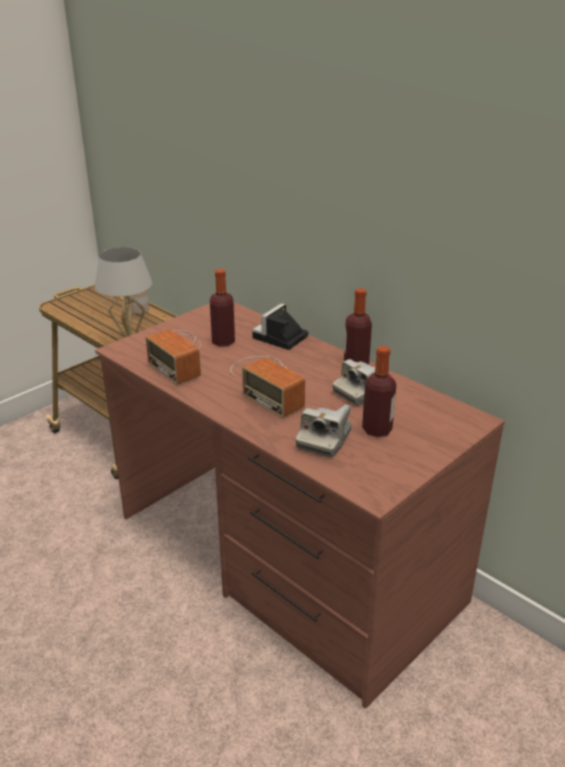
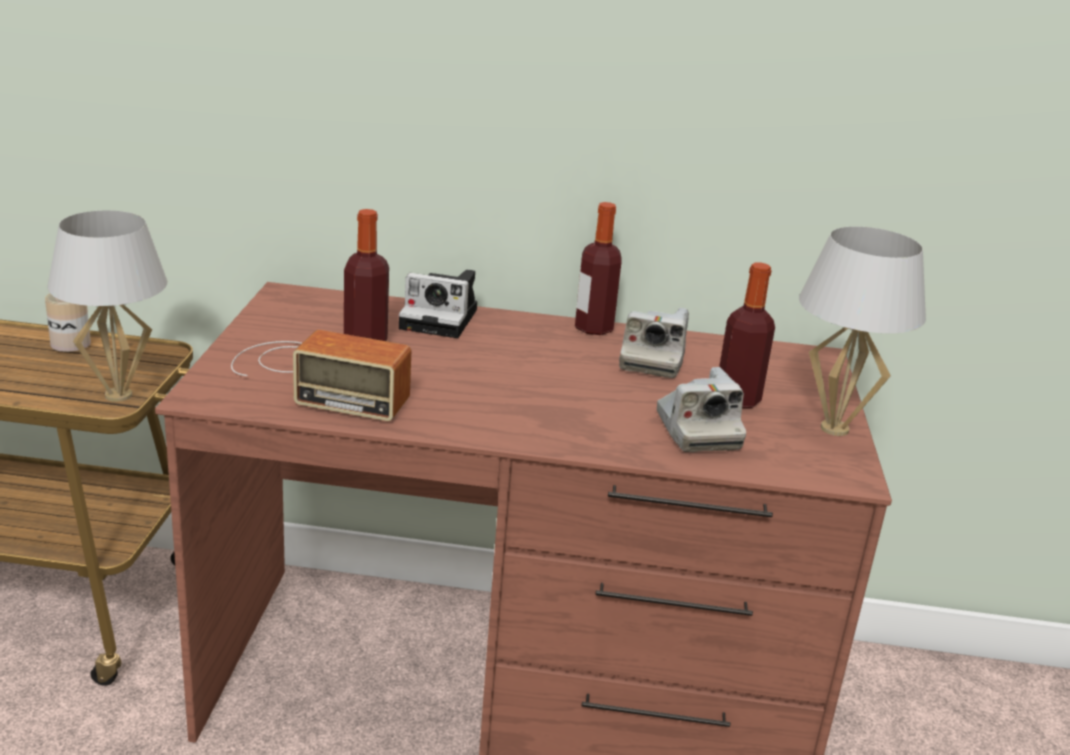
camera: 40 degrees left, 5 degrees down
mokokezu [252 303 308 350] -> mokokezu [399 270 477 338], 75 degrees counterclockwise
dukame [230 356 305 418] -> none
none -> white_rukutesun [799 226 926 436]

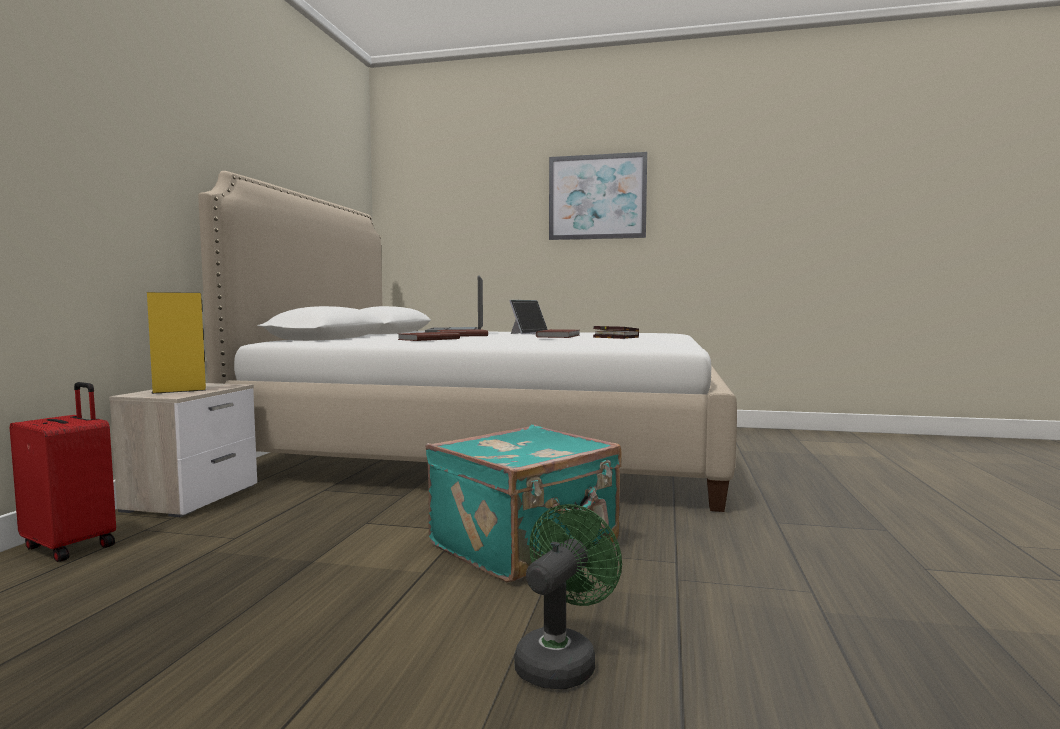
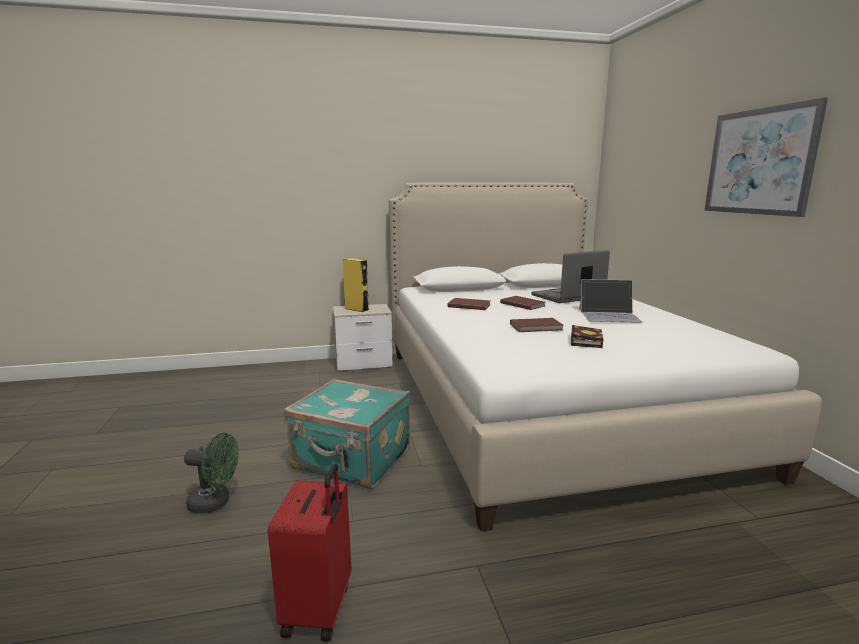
camera: 65 degrees right, 10 degrees up
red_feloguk [10 382 116 562] -> red_feloguk [268 463 351 642], move

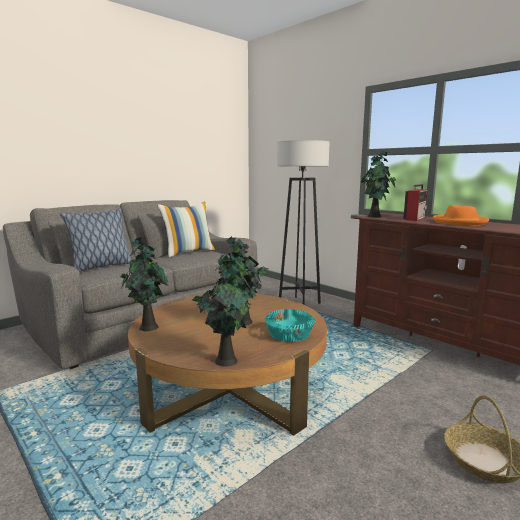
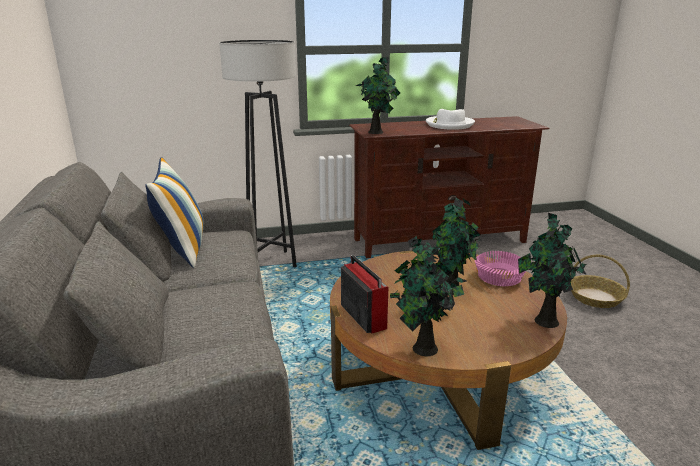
camera: 60 degrees left, 10 degrees up
dukame [403 184 428 221] -> dukame [341 255 388 334], move
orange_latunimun [433 205 489 226] -> white_latunimun [426 109 475 130]
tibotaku [60 208 132 271] -> none
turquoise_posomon [265 309 315 342] -> pink_posomon [475 251 526 286]

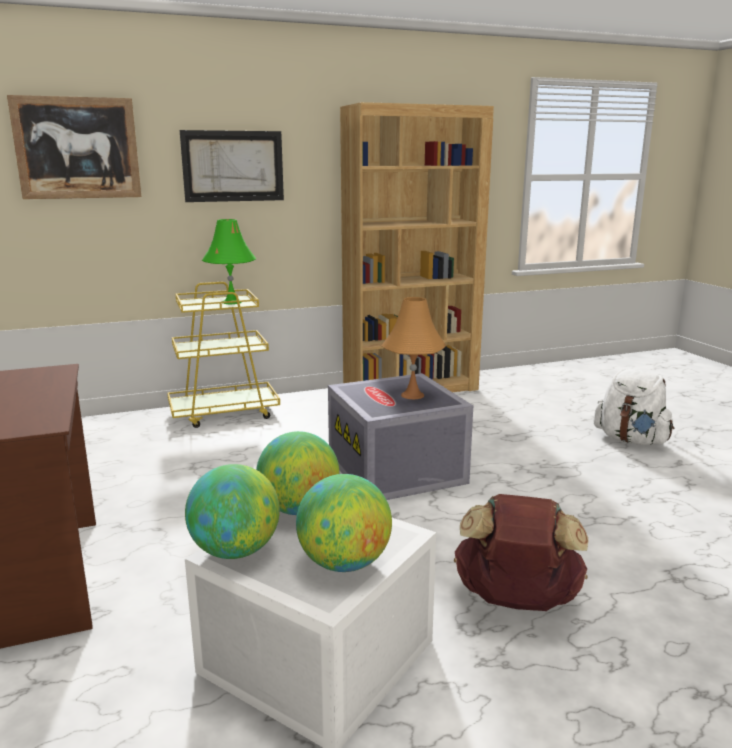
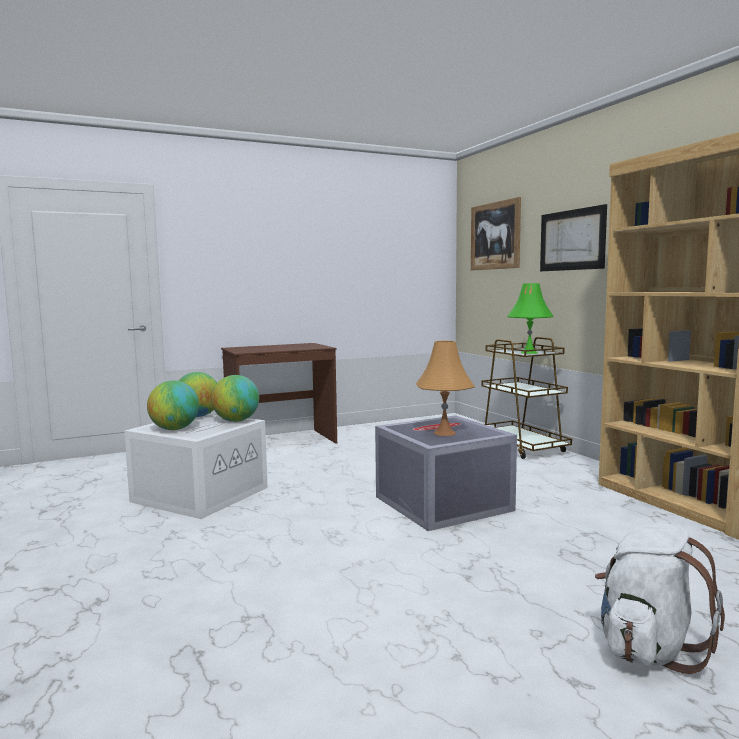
camera: 85 degrees right, 10 degrees down
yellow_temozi [167 282 280 428] -> brown_temozi [481 337 572 459]
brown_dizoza [454 494 588 611] -> none

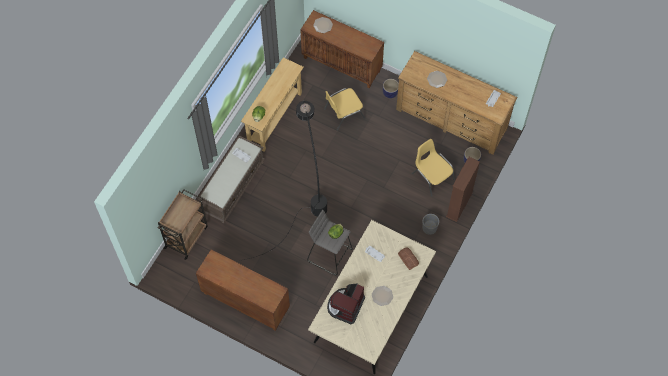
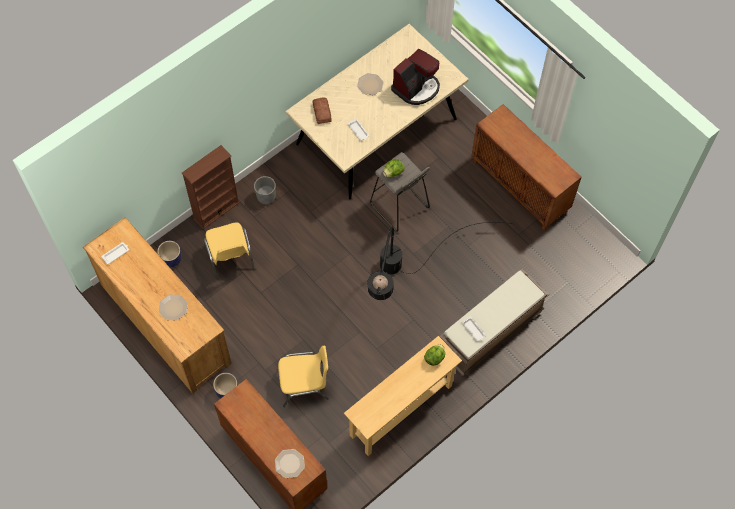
camera: 160 degrees left, 0 degrees up
brown_temozi [157 189 208 260] -> none

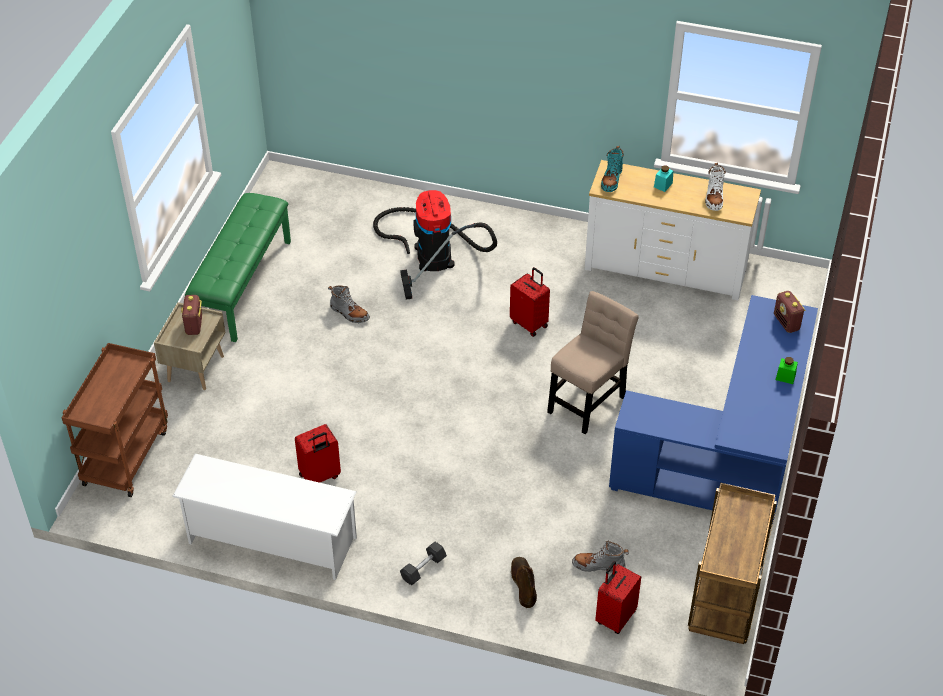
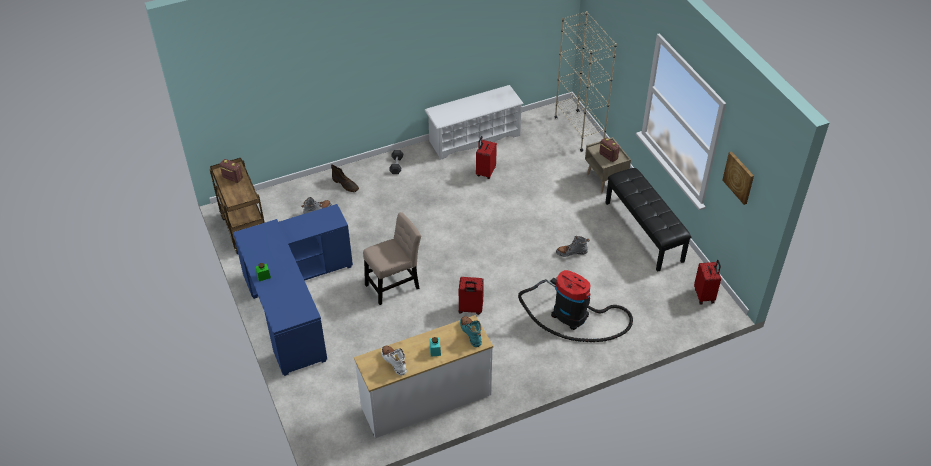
camera: 140 degrees right, 0 degrees up
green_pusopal [185 193 291 342] -> black_pusopal [605 168 691 272]
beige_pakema [547 291 639 434] -> beige_pakema [363 212 421 305], 120 degrees counterclockwise
dukame [774 291 806 333] -> dukame [220 159 243 183], move
brown_temozi [62 343 168 497] -> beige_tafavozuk [554 11 617 152]
red_feloguk [595 561 641 634] -> red_feloguk [694 260 721 305], move
none -> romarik [722 151 754 205]

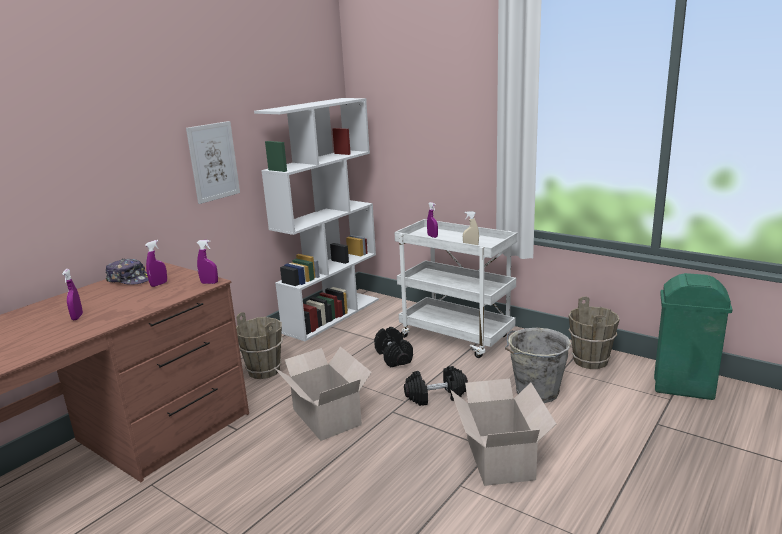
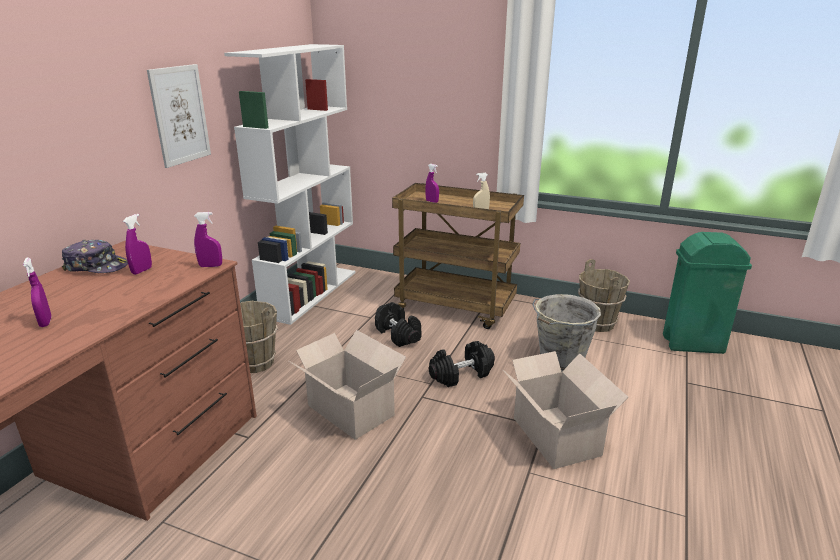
camera: 15 degrees left, 5 degrees up
white_temozi [394 219 517 358] -> brown_temozi [392 183 524 329]

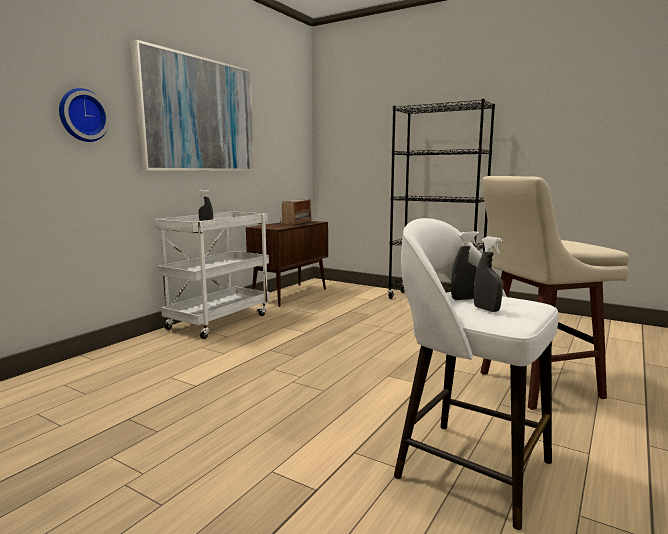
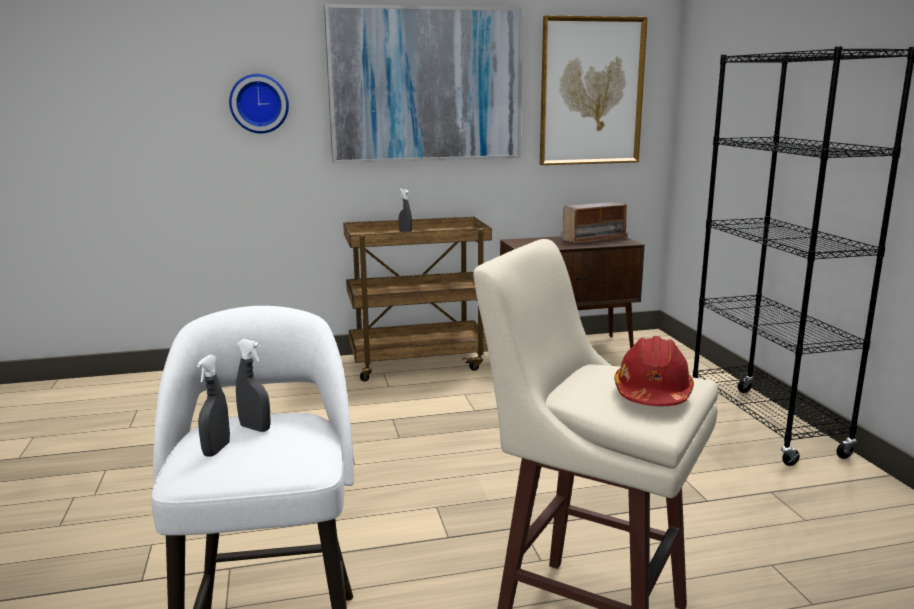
camera: 45 degrees right, 5 degrees up
white_temozi [154 211 270 339] -> brown_temozi [343 217 492 381]
none -> romarik [540 15 648 165]
none -> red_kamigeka [614 336 694 406]

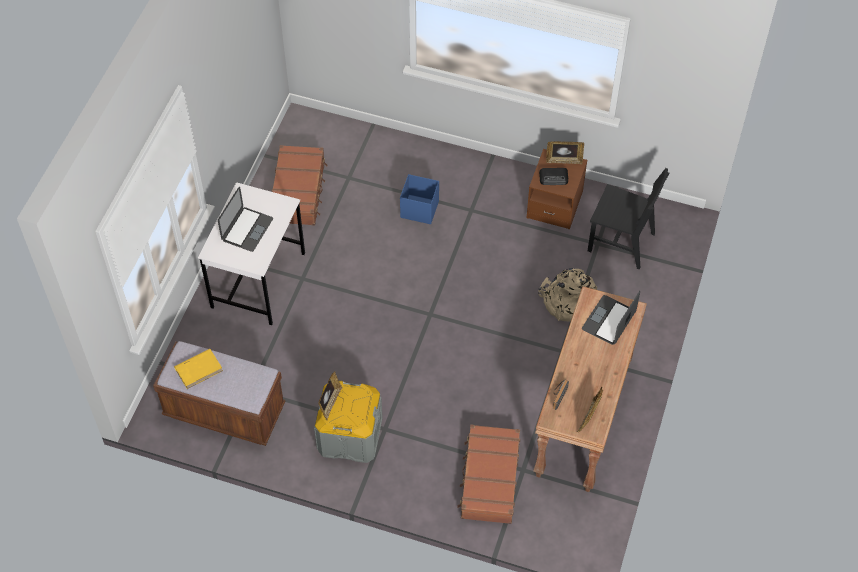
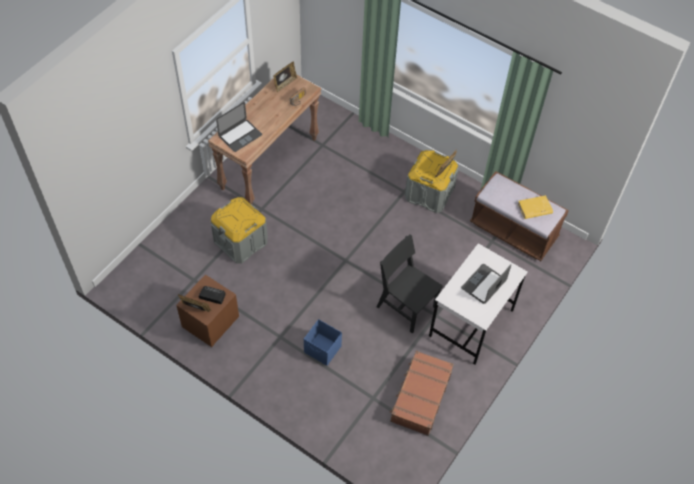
camera: 165 degrees left, 0 degrees up
black_pakema [588 168 669 270] -> black_pakema [377 235 443 333], move
beige_dizoza [538 268 597 321] -> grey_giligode [211 197 268 264]
brown_feloguk [457 425 520 524] -> none

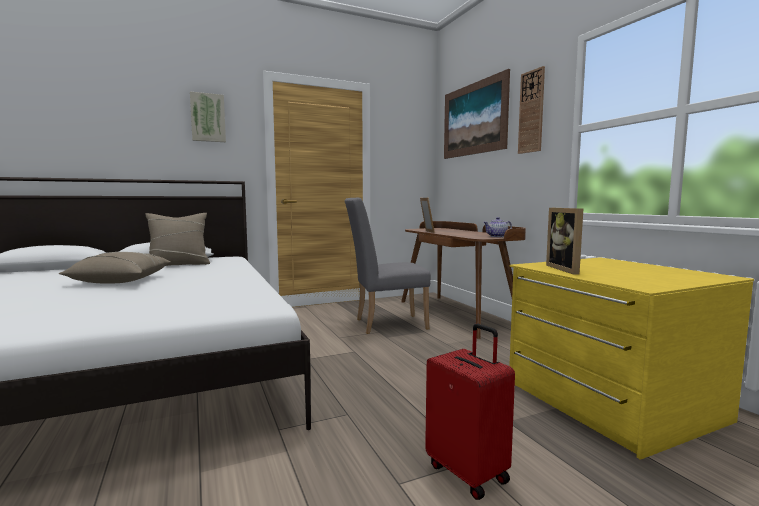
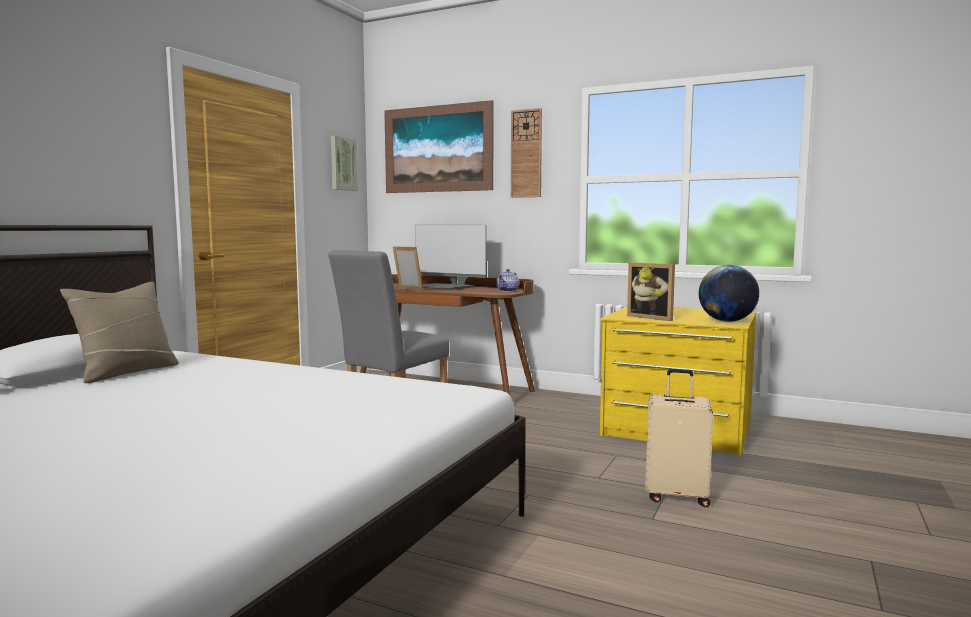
camera: 40 degrees left, 0 degrees up
romarik [190 92 226 142] -> romarik [331 136 358 191], move
beige_tibotaku [59 252 170 284] -> none
red_feloguk [425 324 515 500] -> beige_feloguk [645 369 713 507]
none -> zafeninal [415 225 487 290]
none -> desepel [699 265 759 322]

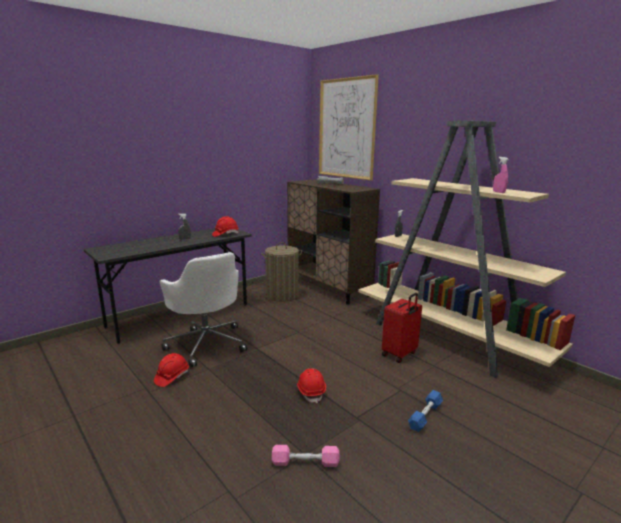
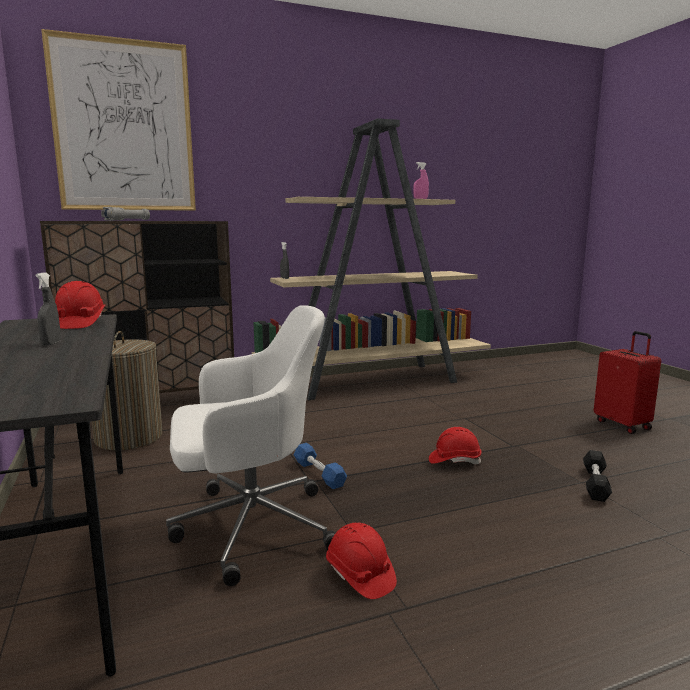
camera: 70 degrees left, 5 degrees down
red_feloguk [382 293 422 363] -> red_feloguk [594 331 661 434], move
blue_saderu [408 390 443 432] -> blue_saderu [294 443 347 489], move
pink_saderu [272 445 339 467] -> black_saderu [583 450 612 502]

